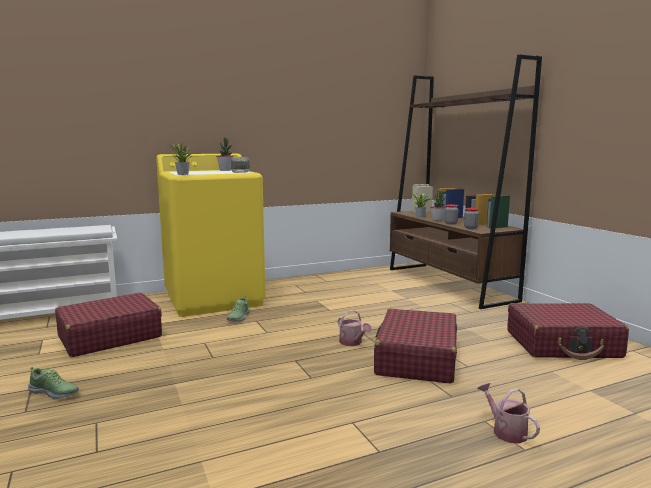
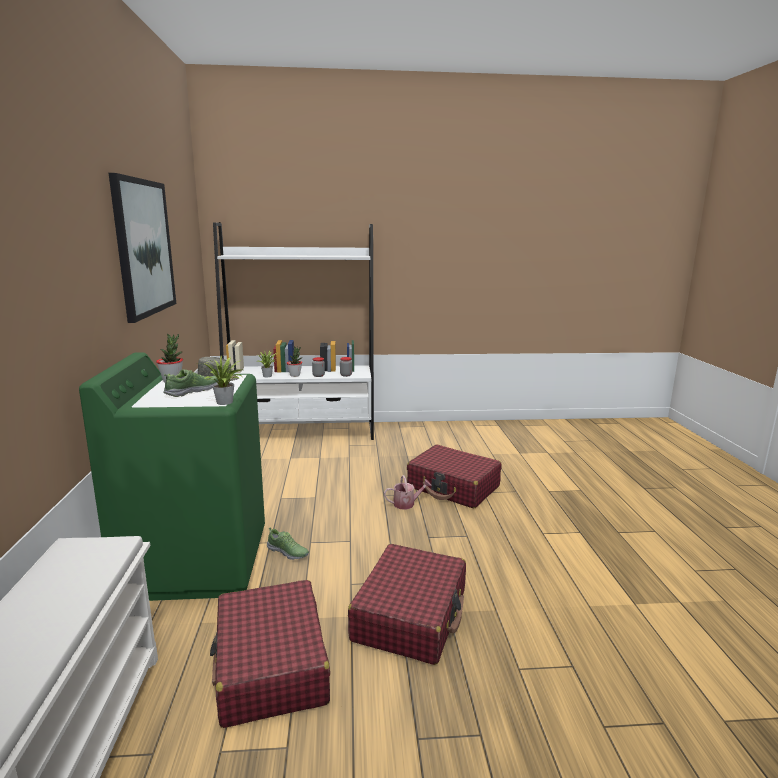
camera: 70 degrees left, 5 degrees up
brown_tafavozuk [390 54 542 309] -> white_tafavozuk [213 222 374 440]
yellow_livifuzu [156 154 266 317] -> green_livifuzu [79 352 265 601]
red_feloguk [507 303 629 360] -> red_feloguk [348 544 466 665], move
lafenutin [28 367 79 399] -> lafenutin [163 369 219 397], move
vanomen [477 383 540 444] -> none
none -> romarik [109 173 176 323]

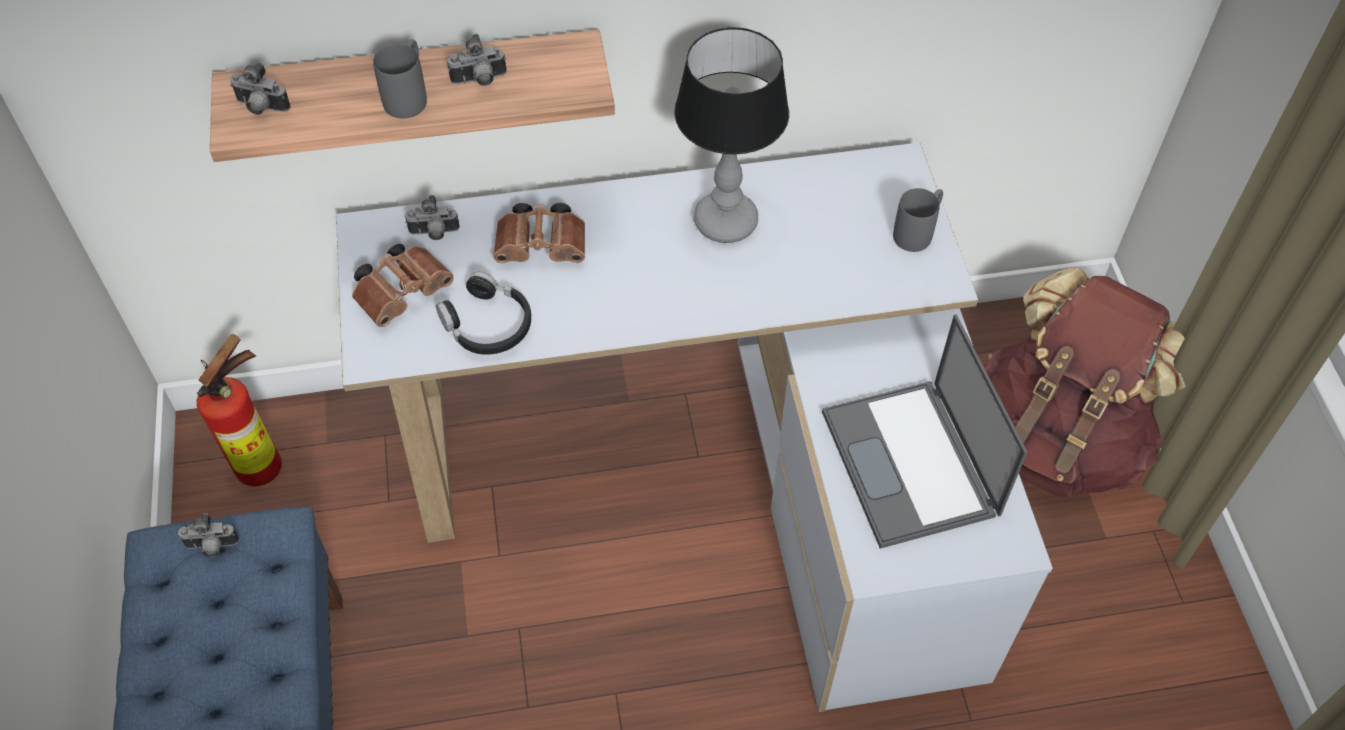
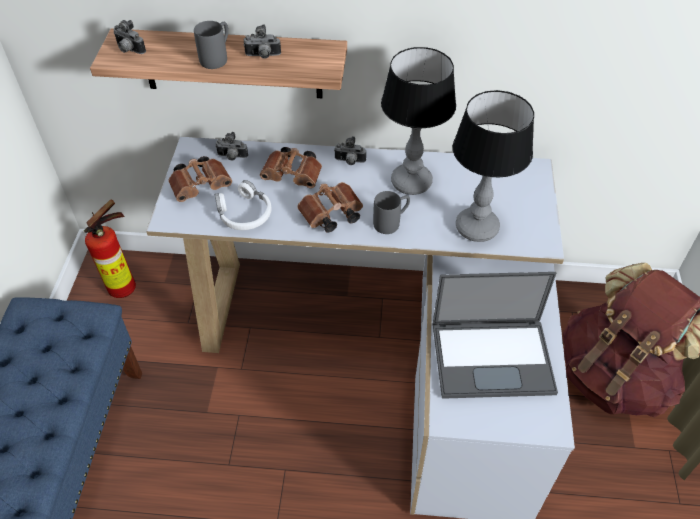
camera: 15 degrees right, 5 degrees down
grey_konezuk [893 188 943 252] -> grey_konezuk [373 191 410 234], move
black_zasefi [436 272 531 355] -> white_zasefi [215 180 271 230]
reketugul [822 314 1027 549] -> reketugul [432 272 558 399], 90 degrees counterclockwise
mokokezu [178 513 239 557] -> mokokezu [334 136 366 165], move
none -> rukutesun [453 90 534 242]
none -> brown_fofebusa [297 182 363 232]

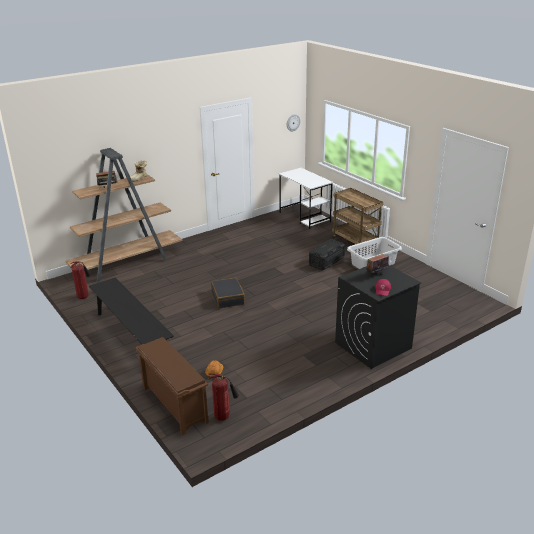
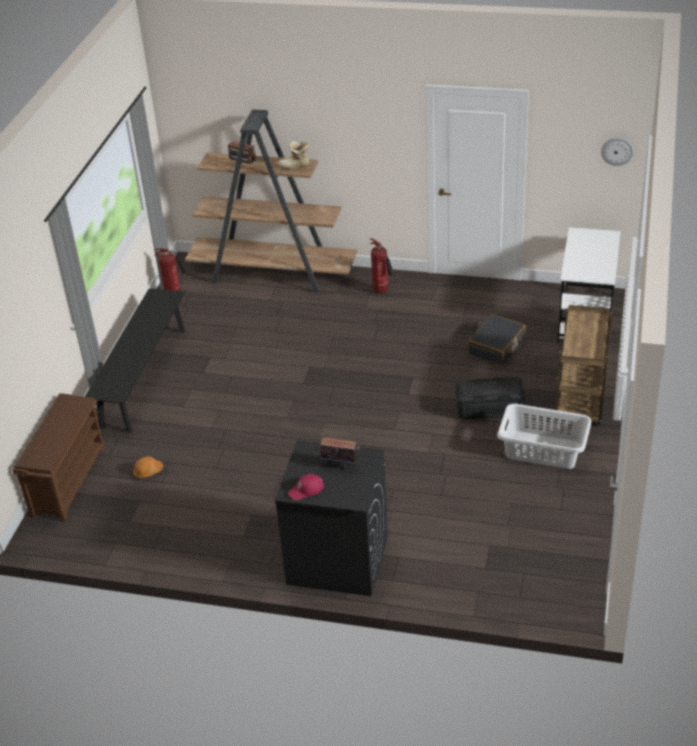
camera: 50 degrees right, 10 degrees up
black_feloguk [211 278 245 308] -> black_feloguk [468 314 526 366], move
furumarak [209 373 239 421] -> furumarak [370 238 394 294], move

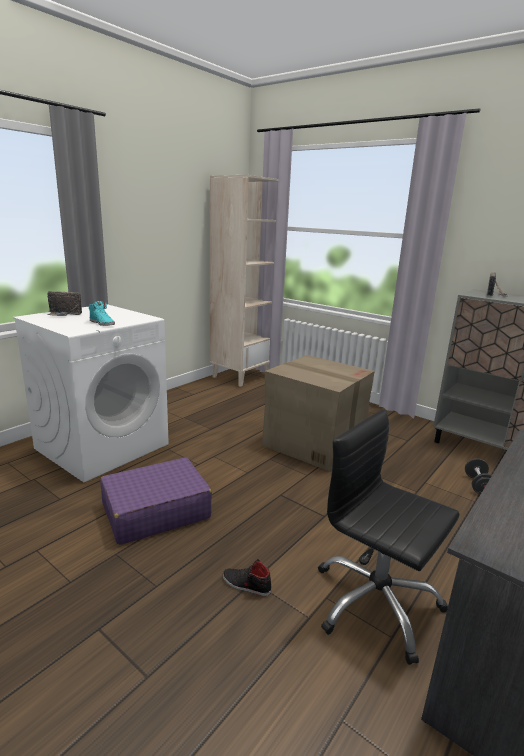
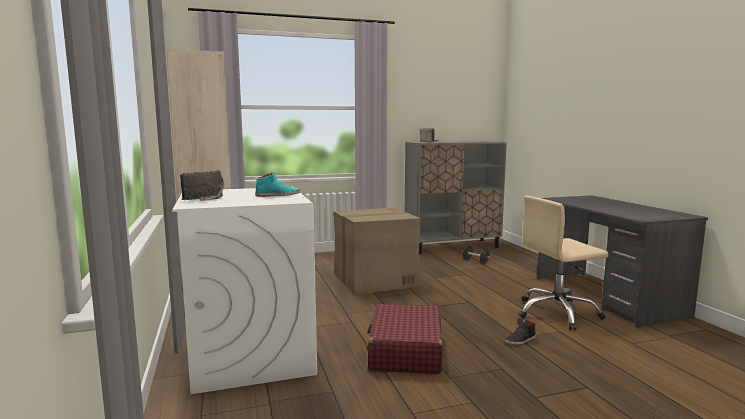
camera: 55 degrees left, 10 degrees down
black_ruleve [318 409 460 665] -> beige_ruleve [519 195 608 330]
purple_feloguk [100 457 212 545] -> red_feloguk [367 304 443 374]

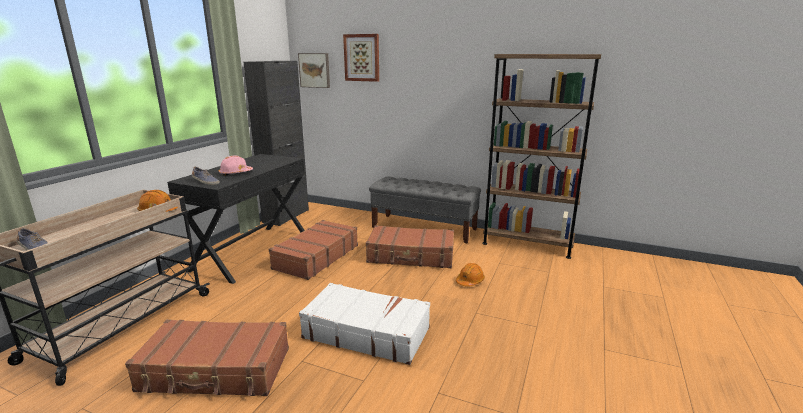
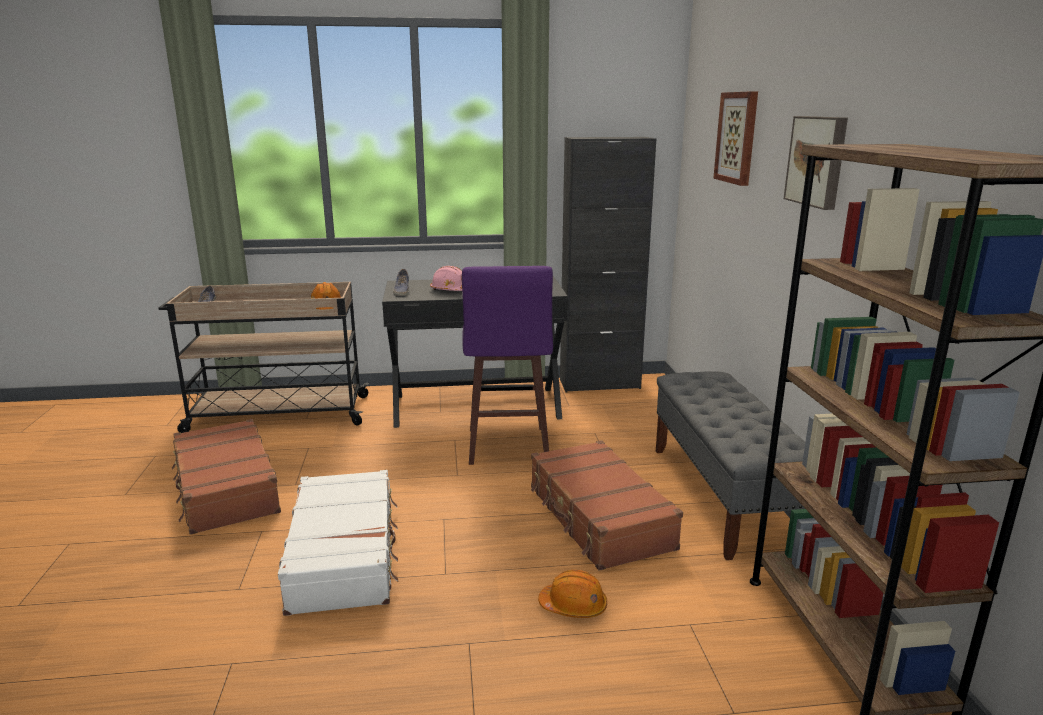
camera: 60 degrees right, 0 degrees up
romarik [298 53 330 88] -> romarik [784 116 848 210], move
brown_feloguk [269 220 358 280] -> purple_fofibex [462 266 553 465]

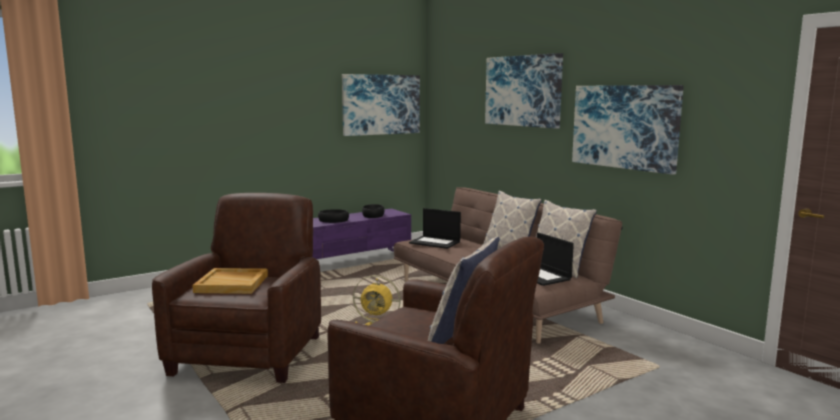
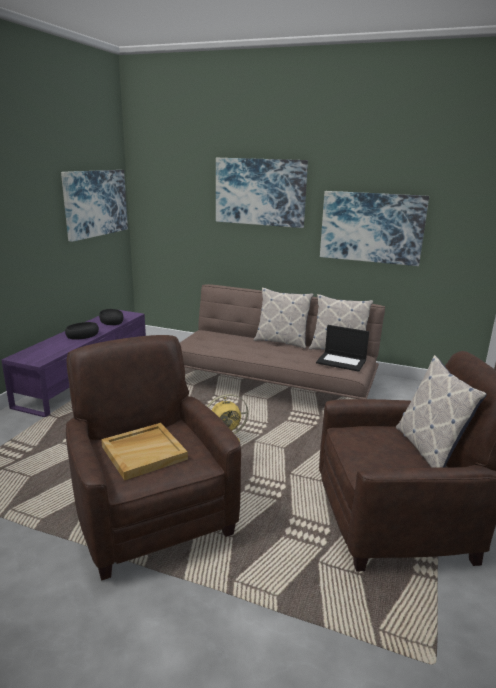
camera: 35 degrees left, 10 degrees up
reketugul [409 208 461 249] -> none

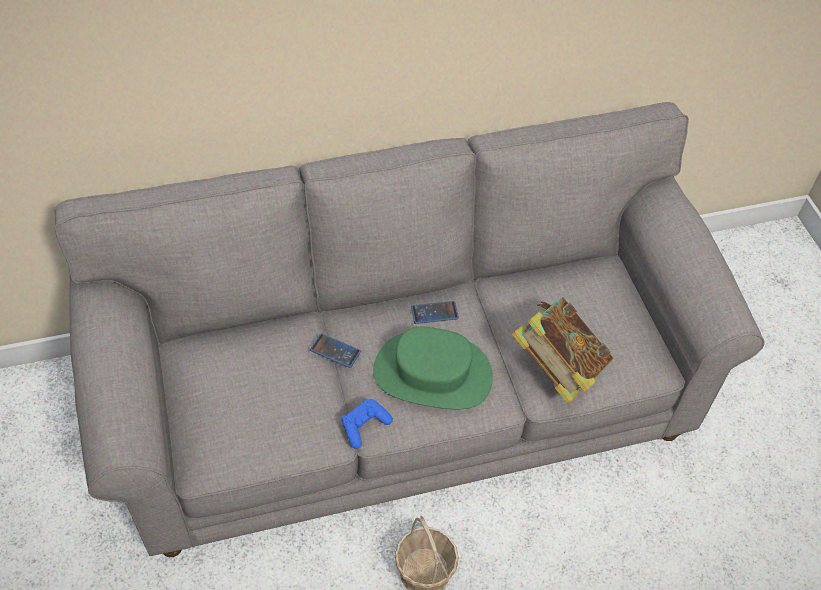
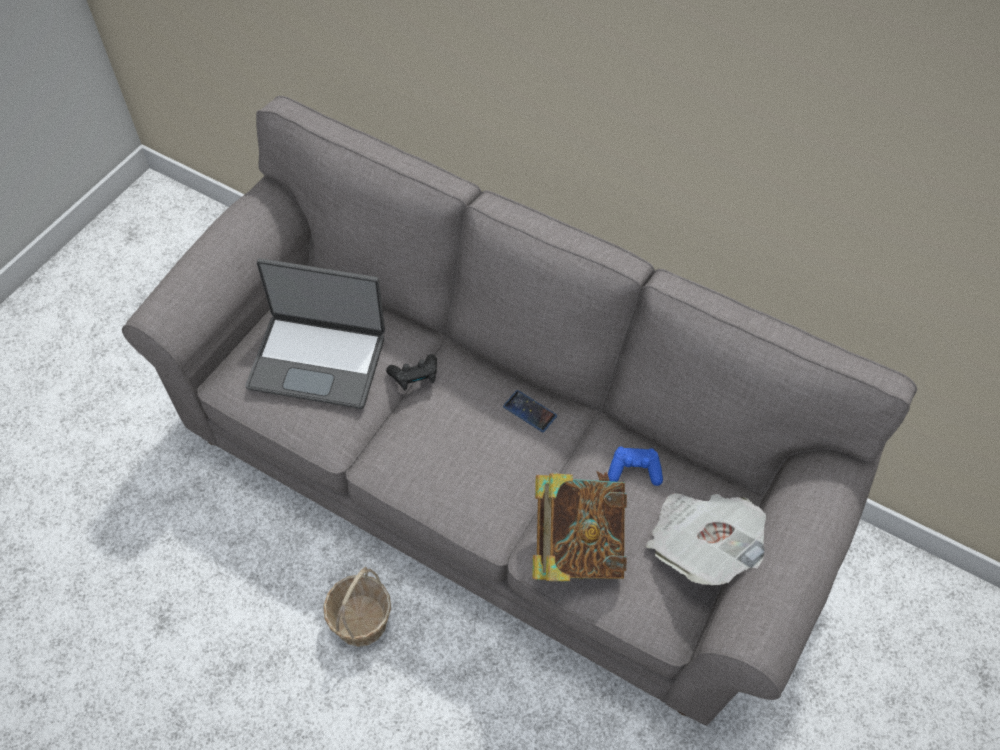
camera: 45 degrees right, 5 degrees up
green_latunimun [373 327 493 410] -> none
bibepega [310 333 361 368] -> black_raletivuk [386 354 437 391]
blue_raletivuk [341 399 393 449] -> blue_raletivuk [608 447 663 486], move
none -> reketugul [245 258 385 409]
none -> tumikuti [646 493 766 585]

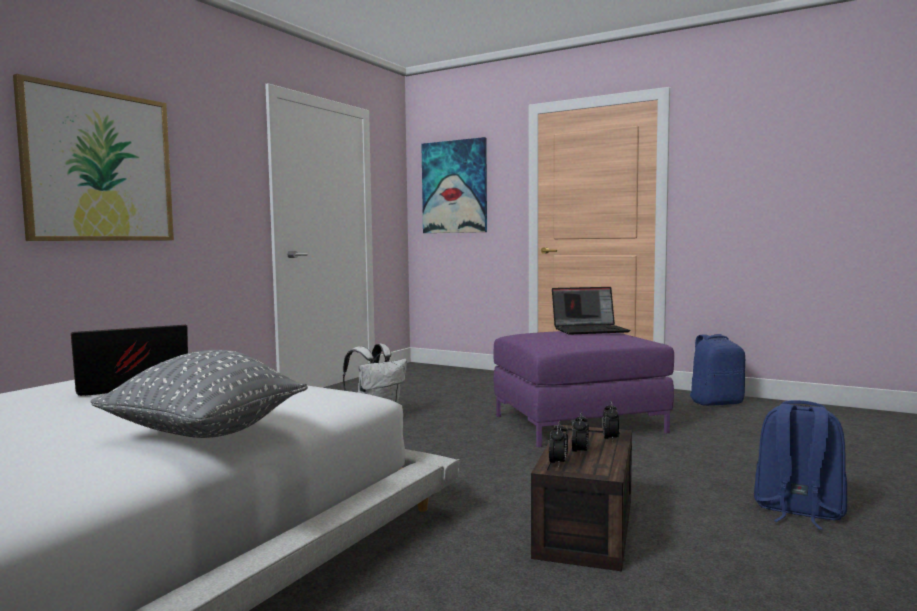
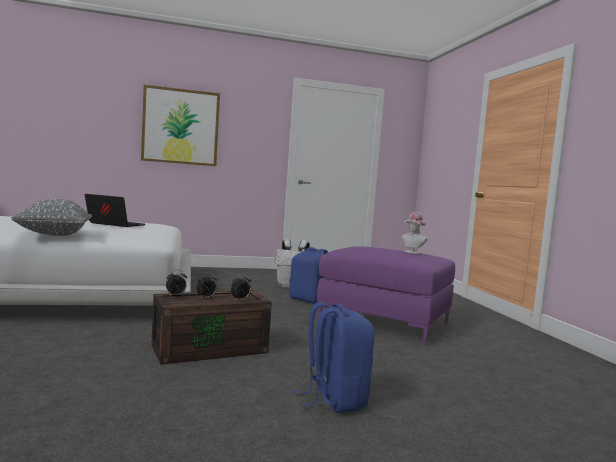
camera: 45 degrees right, 0 degrees up
romarik [421 137 487 233] -> none
reketugul [552 287 631 335] -> latunimun [402 212 427 254]
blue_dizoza [690 334 745 406] -> blue_dizoza [289 247 328 304], move

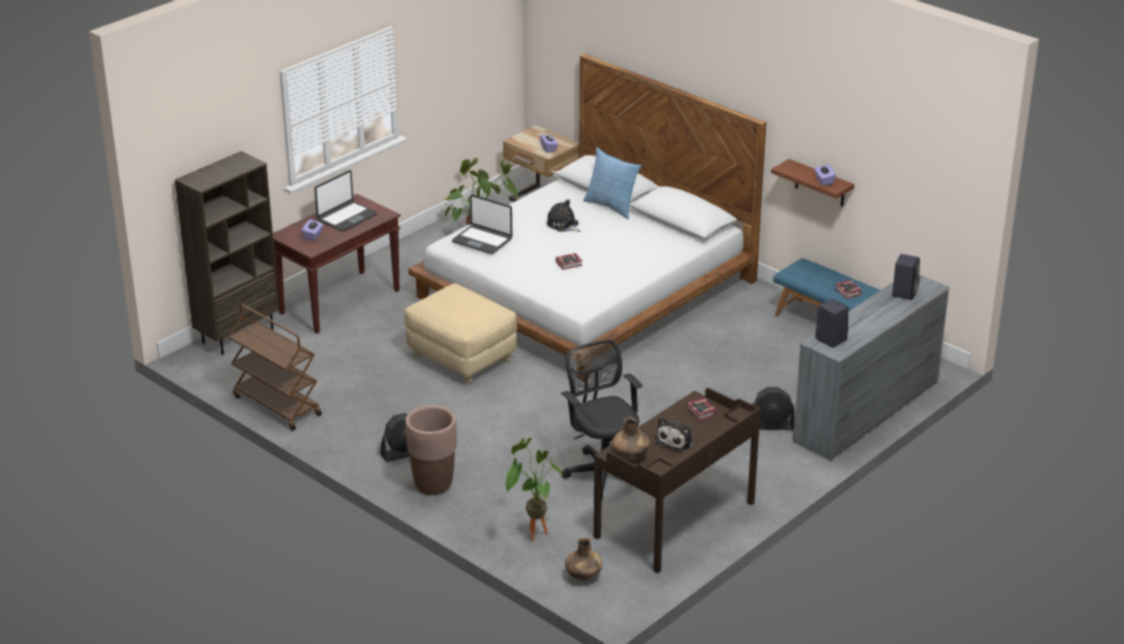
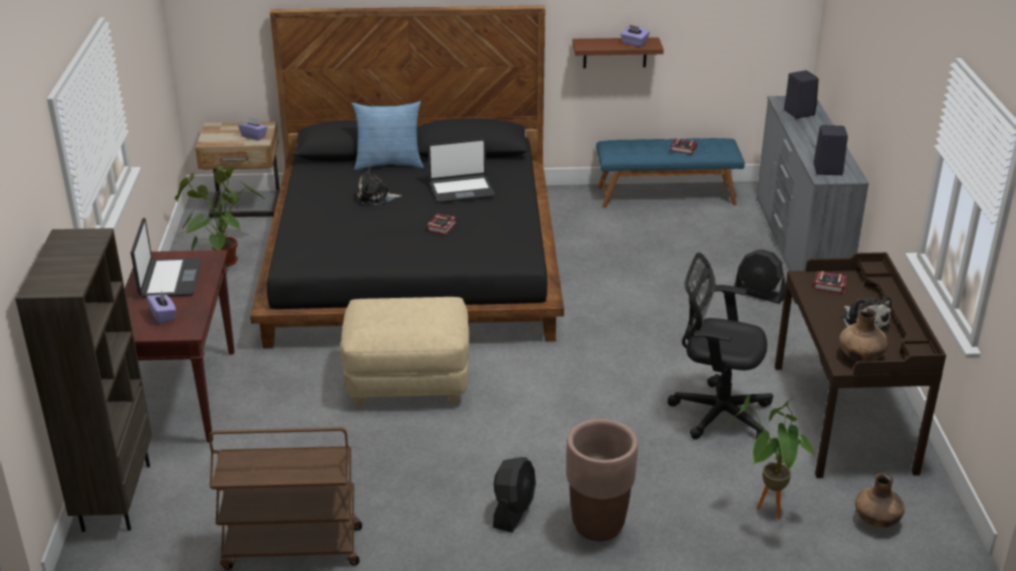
camera: 45 degrees left, 0 degrees up
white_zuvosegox [408 54 766 379] -> black_zuvosegox [250 6 564 348]
reketugul [452 194 512 254] -> reketugul [428 138 495 203], move
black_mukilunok [752 387 794 430] -> black_mukilunok [734 250 786 304], 75 degrees clockwise

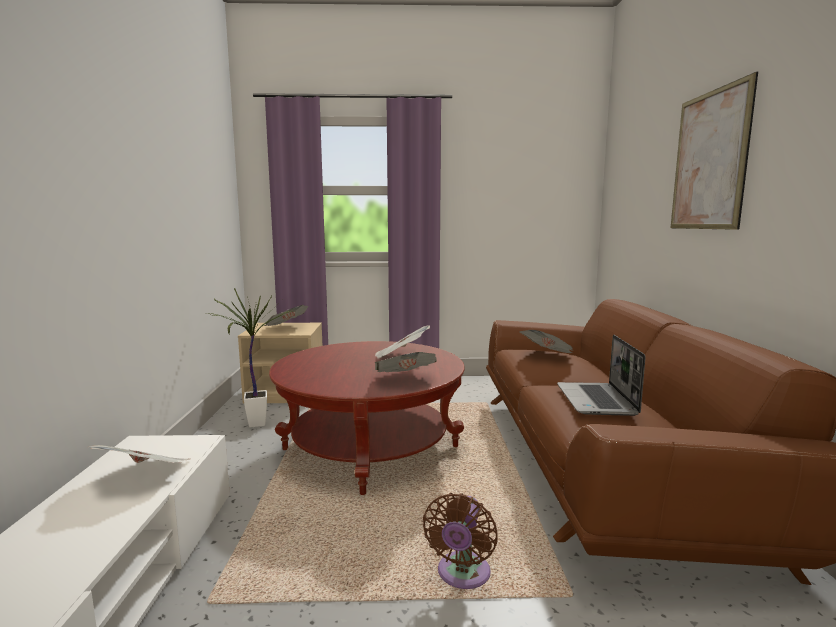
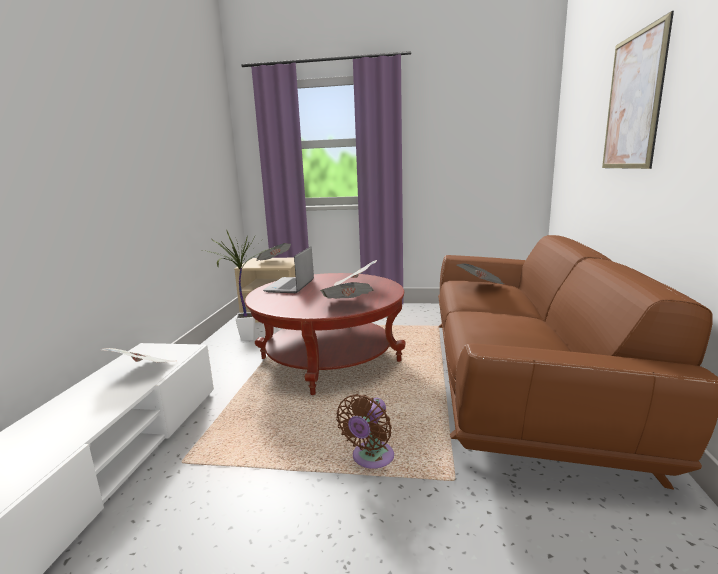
camera: 10 degrees right, 5 degrees up
reketugul [557 335 646 416] -> reketugul [263 247 314 293], move

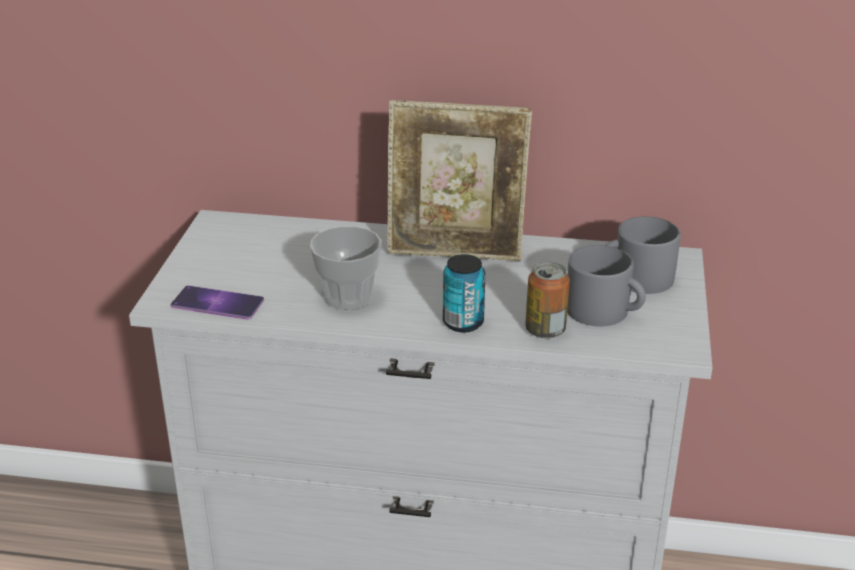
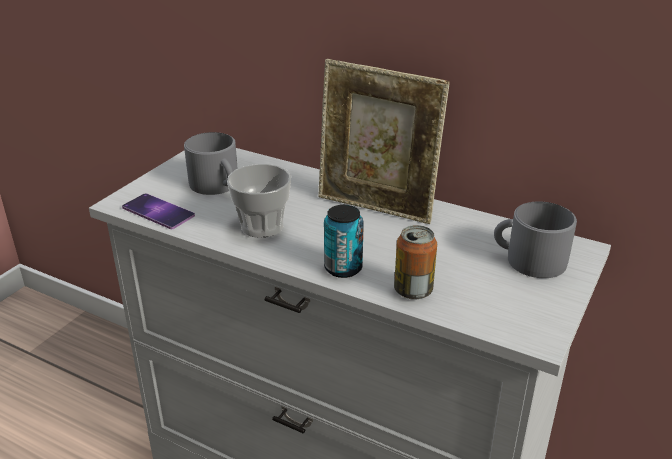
camera: 20 degrees right, 0 degrees up
grey_konezuk [567 245 646 327] -> grey_konezuk [184 132 237 195], move

